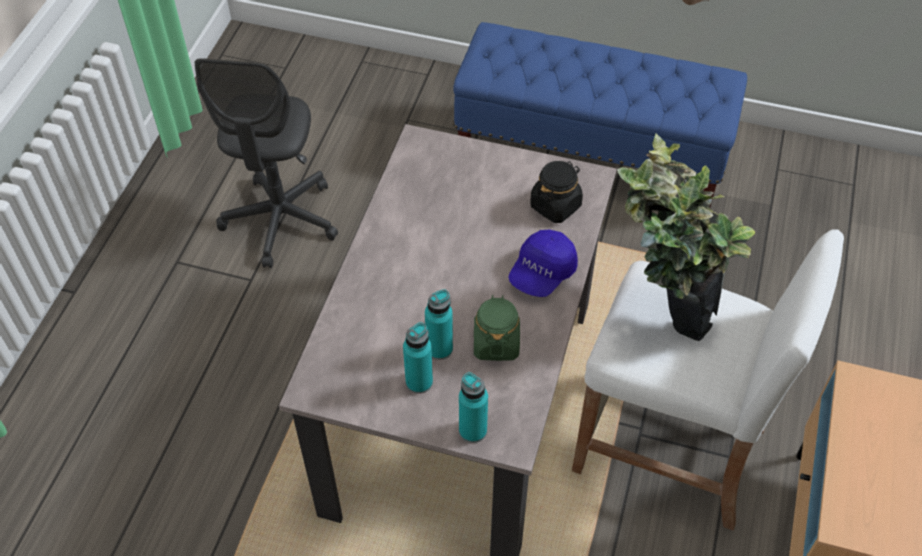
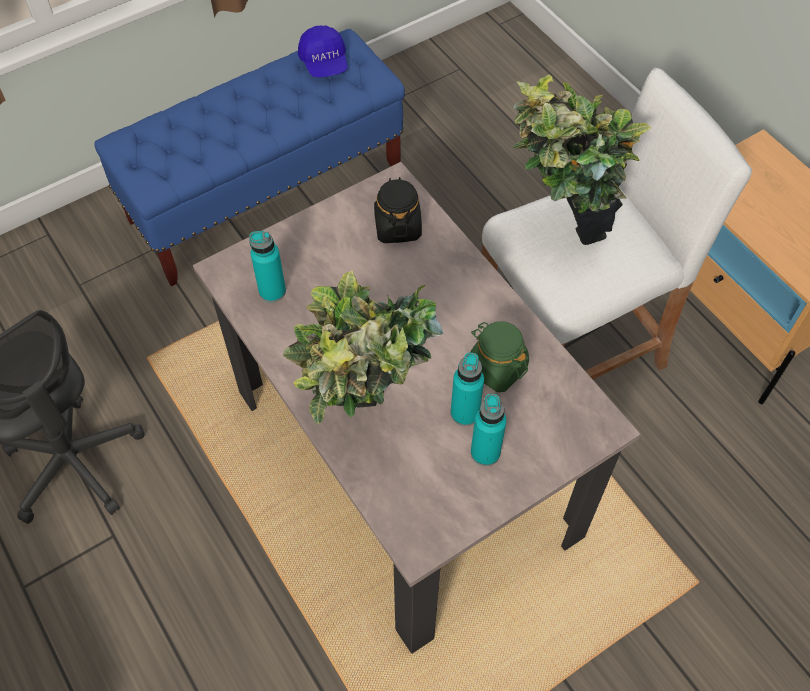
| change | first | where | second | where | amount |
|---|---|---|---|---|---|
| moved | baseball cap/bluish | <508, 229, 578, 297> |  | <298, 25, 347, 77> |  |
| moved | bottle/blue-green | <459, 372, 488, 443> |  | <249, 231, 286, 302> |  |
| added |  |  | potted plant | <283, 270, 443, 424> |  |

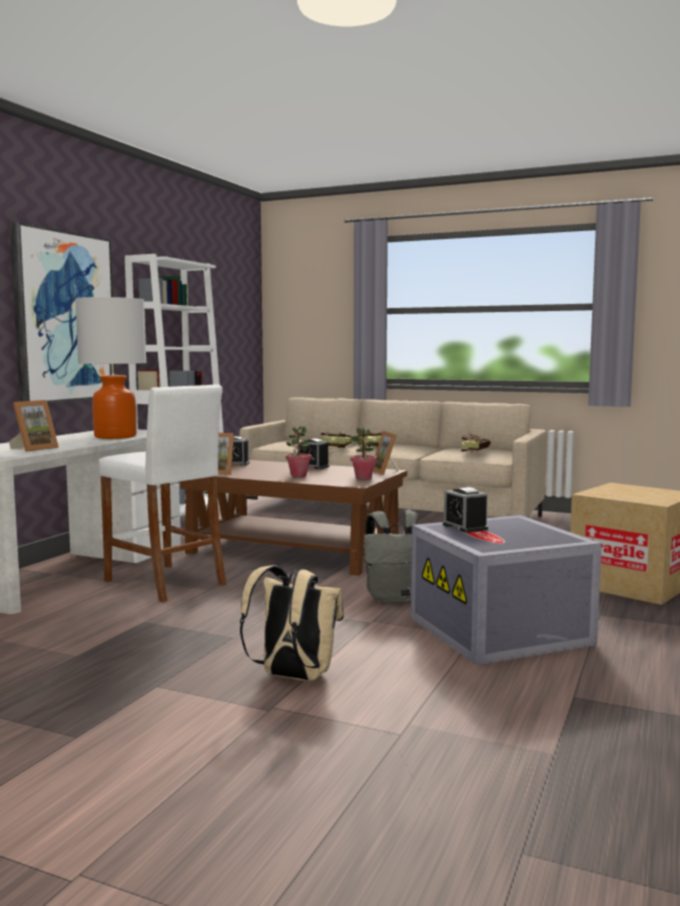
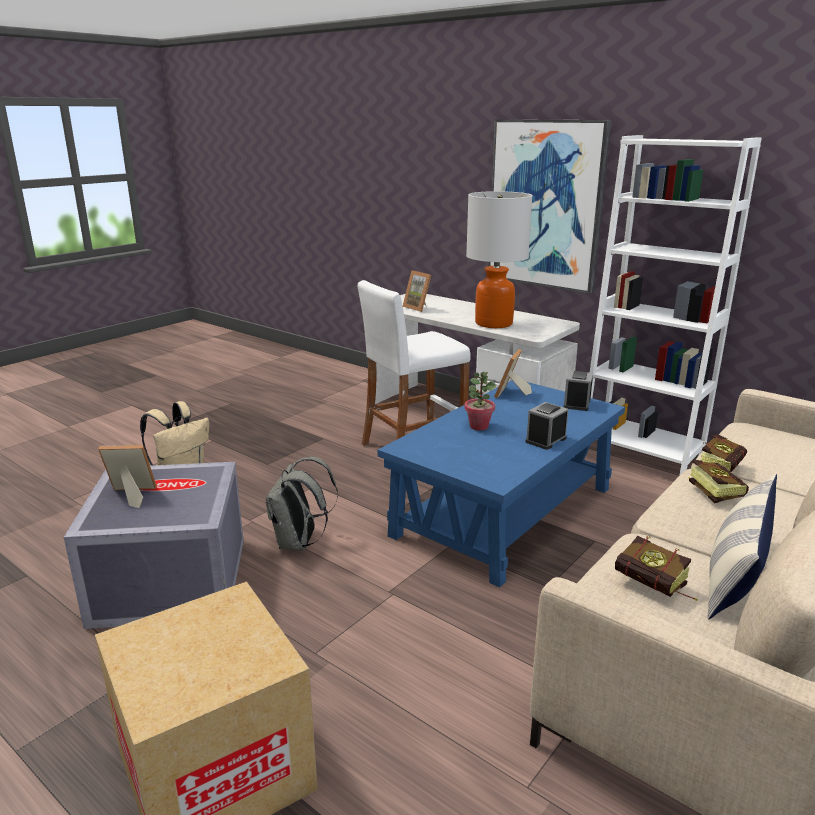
| change | first | where | second | where | amount |
|---|---|---|---|---|---|
| removed | potted plant | <350, 428, 377, 479> |  |  |  |
| moved | photo frame | <373, 431, 399, 475> |  | <98, 445, 157, 508> |  |
| recoloured | lounge table/brownish | <180, 460, 407, 576> | lounge table/bluish | <378, 380, 625, 588> |  |
| removed | table clock | <443, 487, 488, 533> |  |  |  |
| added |  |  | throw pillow | <708, 474, 777, 619> |  |

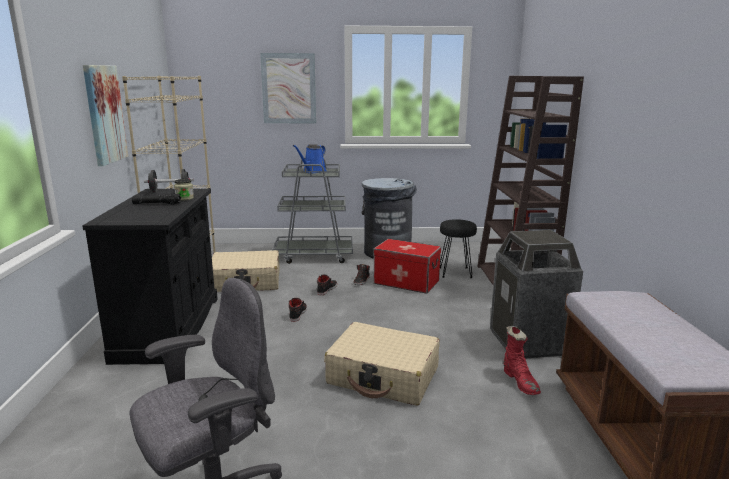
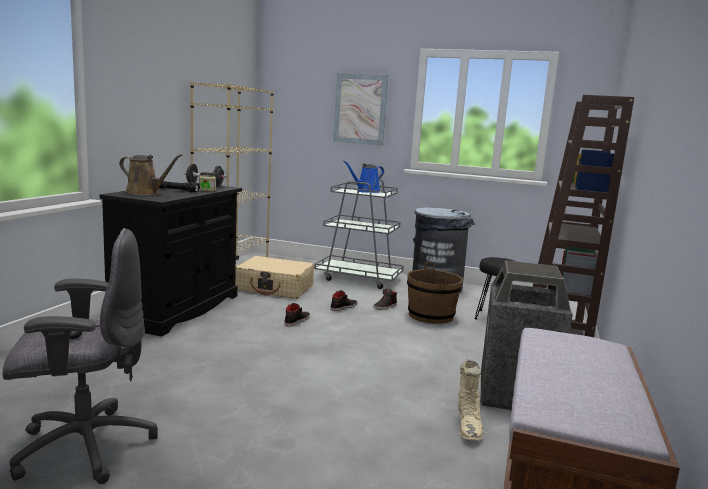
| change | first | where | second | where | amount |
|---|---|---|---|---|---|
| removed | picture | <83, 65, 128, 166> |  |  |  |
| replaced | storage bin | <373, 239, 441, 294> | pail/brownish | <407, 262, 463, 324> |  |
| removed | suitcase/beige | <324, 322, 440, 406> |  |  |  |
| recoloured | boot/red-coloured | <503, 326, 541, 395> | boot/beige | <458, 359, 483, 441> |  |
| added |  |  | watering pot/brownish | <119, 154, 182, 195> |  |

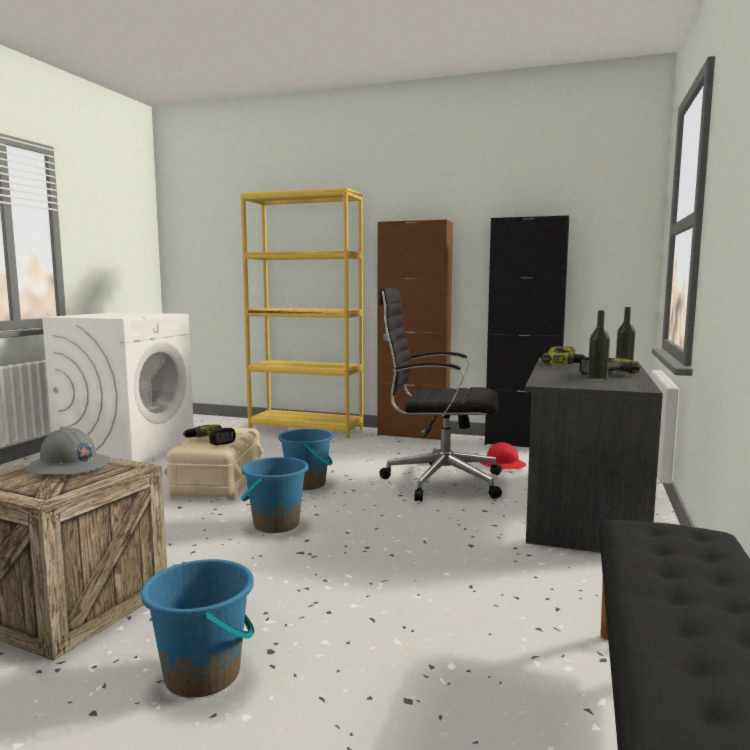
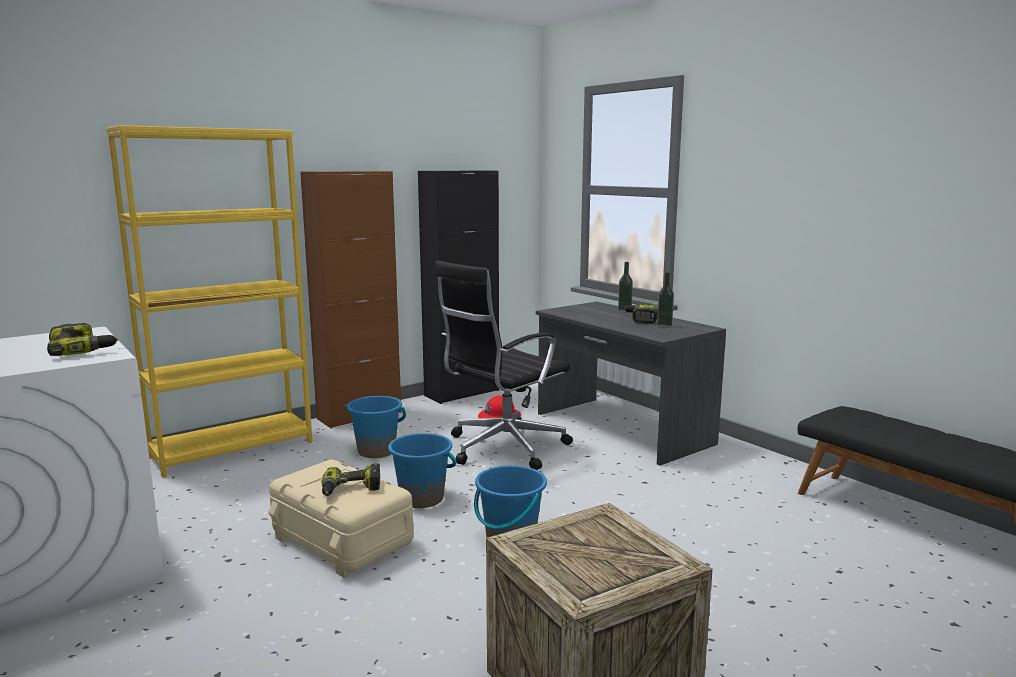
| change | first | where | second | where | amount |
|---|---|---|---|---|---|
| moved | electric drill | <542, 346, 586, 364> |  | <47, 323, 118, 356> |  |
| removed | work helmet/gray | <26, 428, 111, 476> |  |  |  |
| moved | pail/bluish | <141, 559, 255, 698> |  | <345, 396, 406, 458> |  |

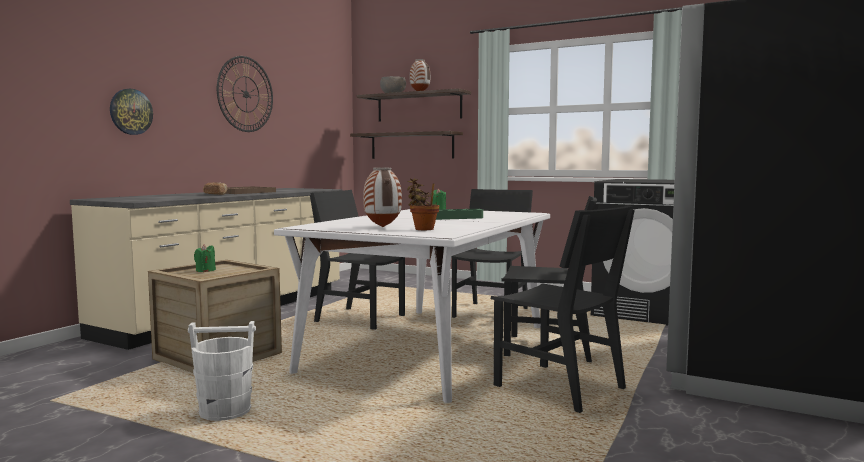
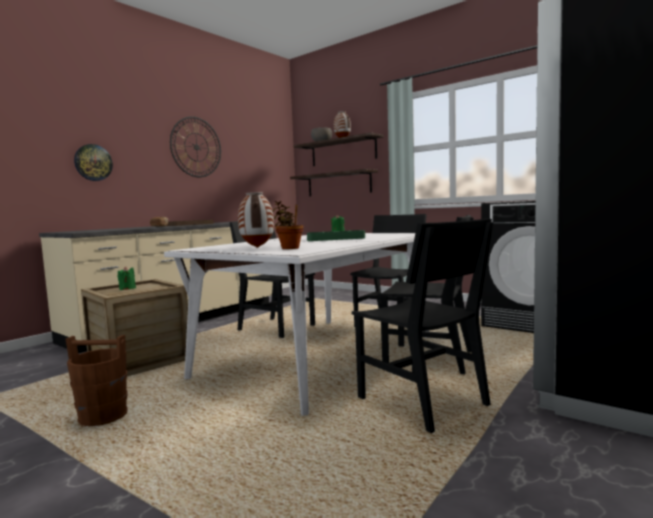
| change | first | where | second | where | amount |
|---|---|---|---|---|---|
| recoloured | pail/white-coloured | <188, 321, 256, 421> | pail/brownish | <66, 335, 128, 426> |  |

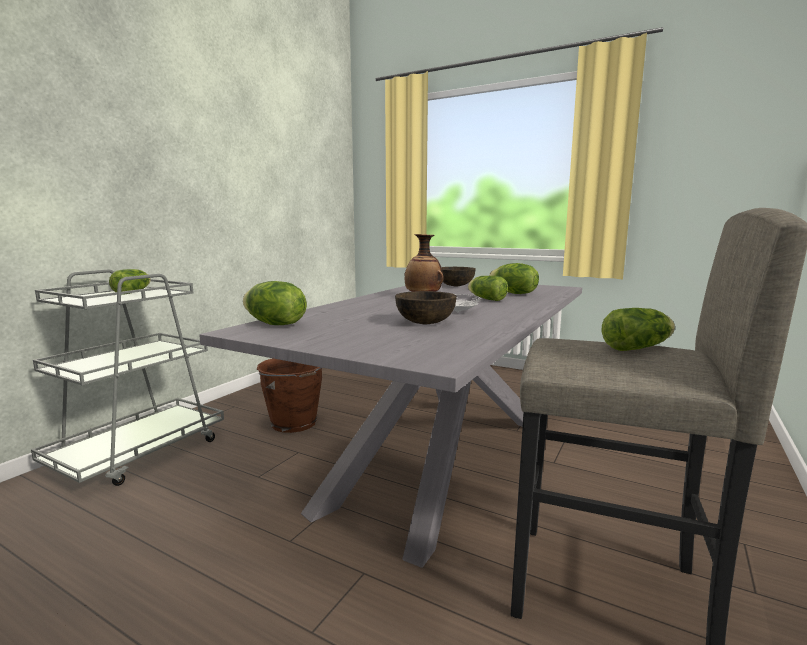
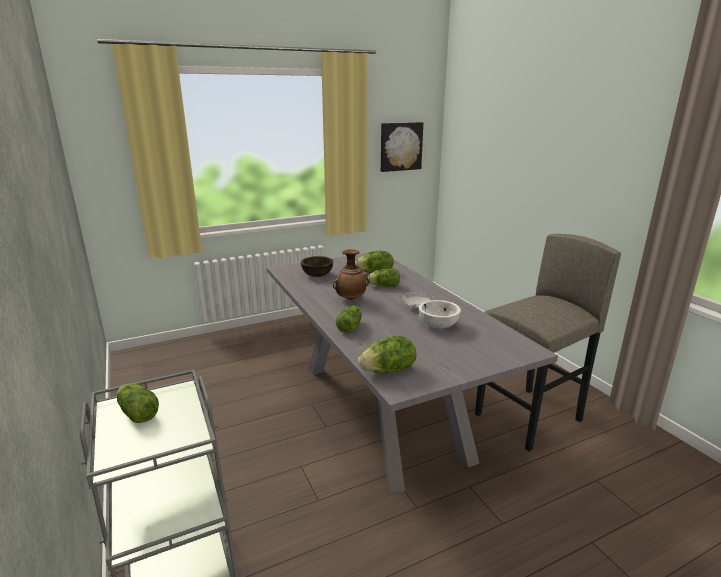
| change | first | where | second | where | amount |
|---|---|---|---|---|---|
| recoloured | deep dish/brownish | <395, 291, 457, 324> | deep dish/white-coloured | <419, 300, 461, 329> |  |
| moved | lettuce | <602, 308, 675, 351> |  | <336, 305, 362, 333> |  |
| removed | pail/brownish | <257, 358, 322, 433> |  |  |  |
| added |  |  | picture | <381, 122, 423, 172> |  |

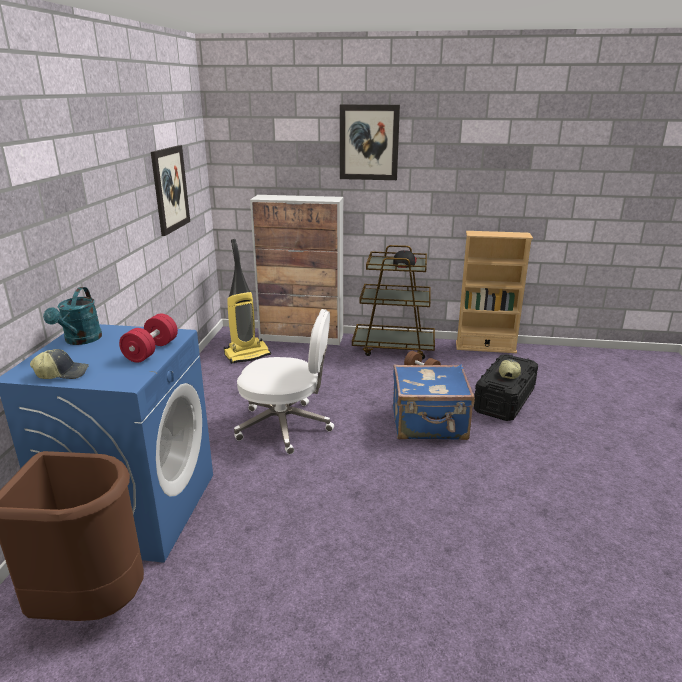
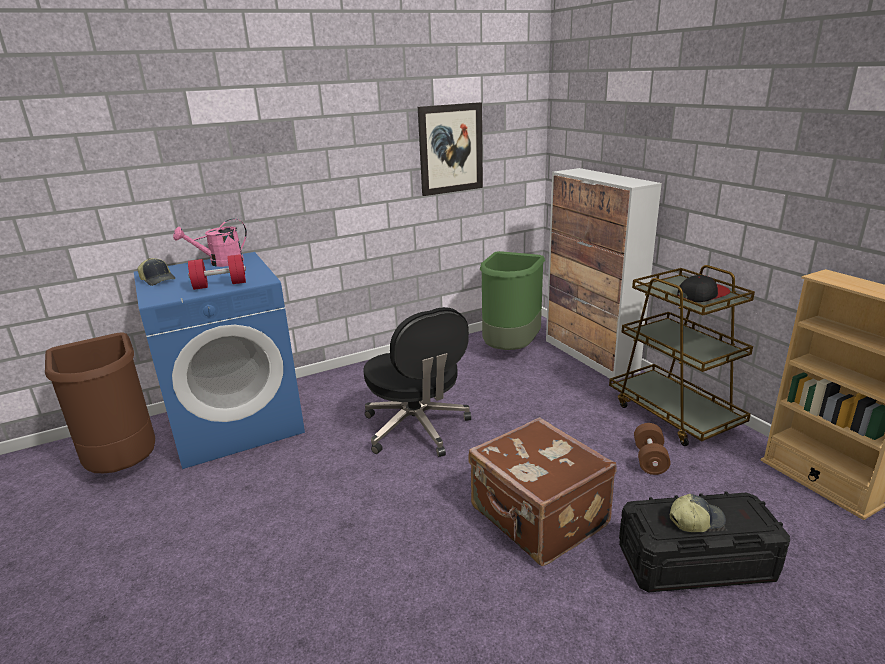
| change | first | where | second | where | amount |
|---|---|---|---|---|---|
| removed | picture | <340, 104, 400, 180> |  |  |  |
| replaced | vacuum | <224, 239, 271, 364> | waste bin/green-coloured | <480, 251, 545, 350> |  |
| recoloured | watering pot/blue-green | <43, 287, 102, 345> | watering pot/pink-coloured | <173, 218, 247, 267> |  |
| recoloured | computer chair/white-coloured | <234, 309, 334, 454> | computer chair/black | <363, 307, 471, 457> |  |
| recoloured | suitcase/bluish | <393, 364, 475, 440> | suitcase/brownish | <469, 417, 617, 566> |  |

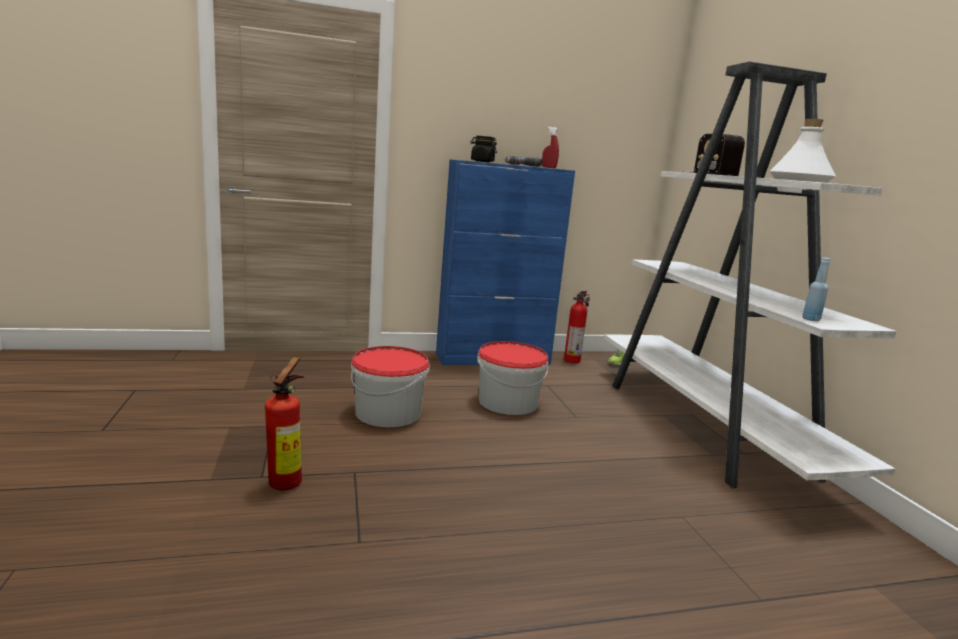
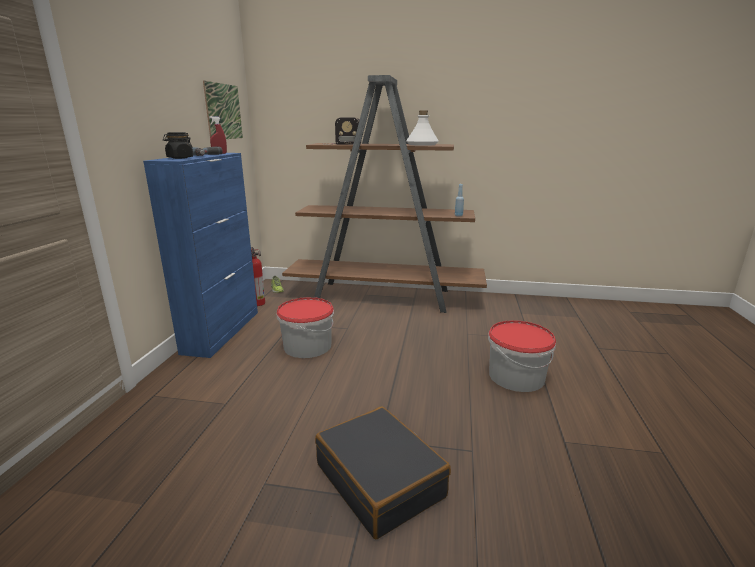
| change | first | where | second | where | amount |
|---|---|---|---|---|---|
| recoloured | bookshelf/white-coloured | <604, 62, 897, 488> | bookshelf/brownish | <282, 75, 487, 313> |  |
| moved | pail | <351, 346, 430, 427> |  | <488, 320, 556, 392> |  |
| replaced | extinguisher | <265, 357, 304, 490> | suitcase/black | <315, 406, 451, 539> |  |
| added |  |  | picture | <203, 81, 243, 139> |  |

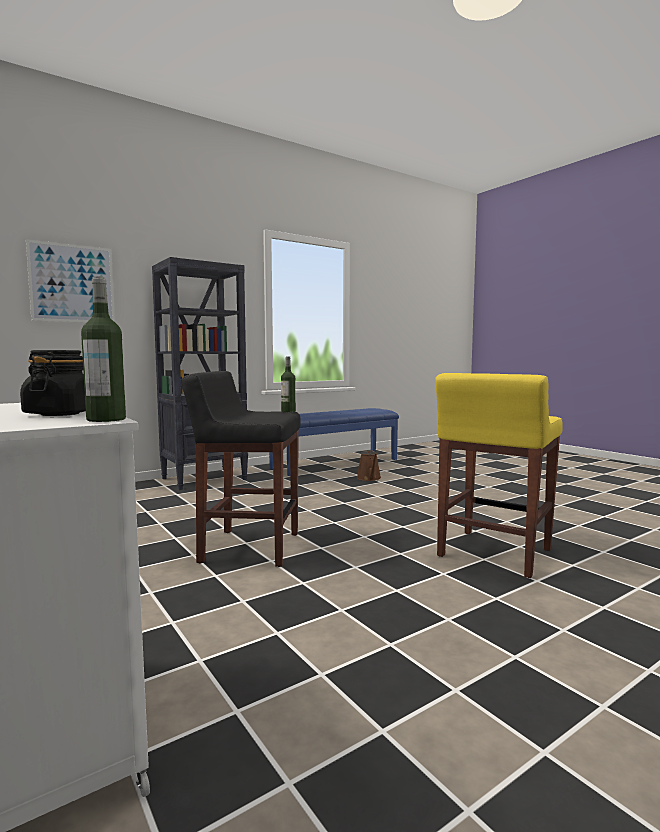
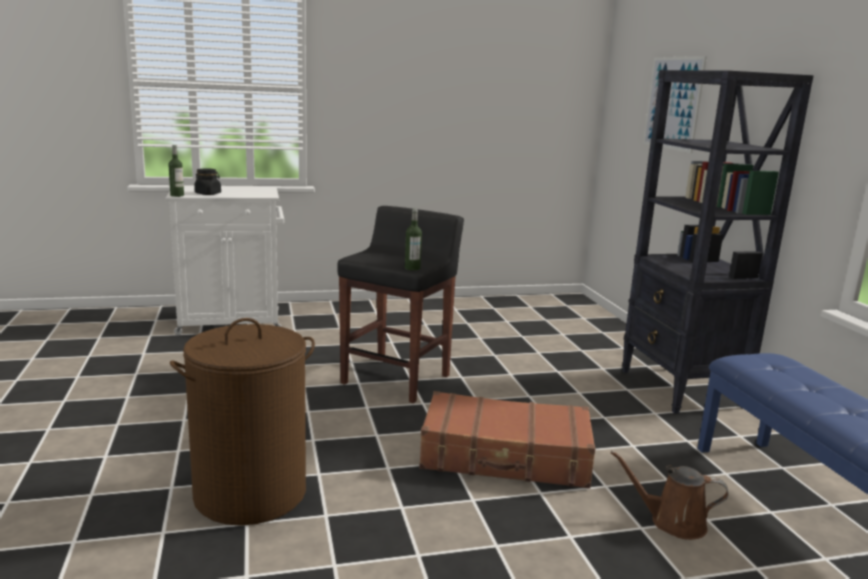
| change | first | where | second | where | amount |
|---|---|---|---|---|---|
| replaced | stool/yellow-coloured | <435, 373, 563, 578> | washing basket/brownish | <170, 318, 315, 526> |  |
| added |  |  | suitcase/brownish | <419, 391, 595, 489> |  |

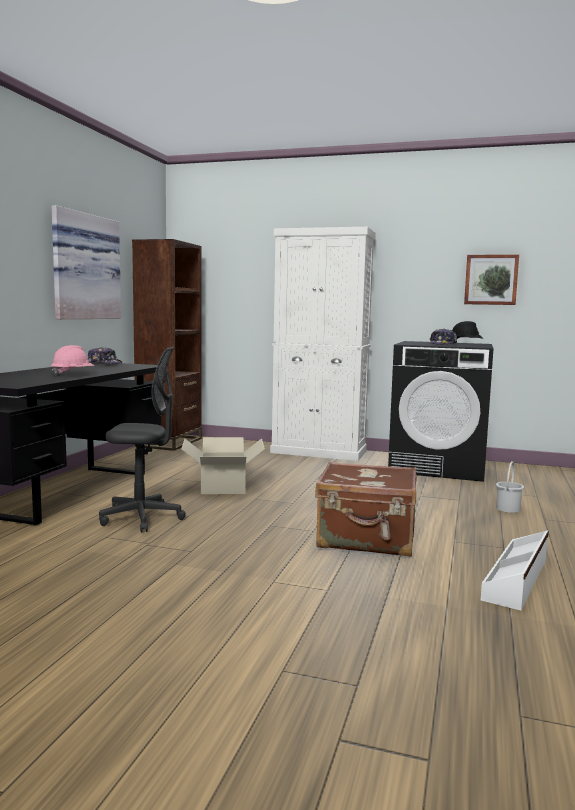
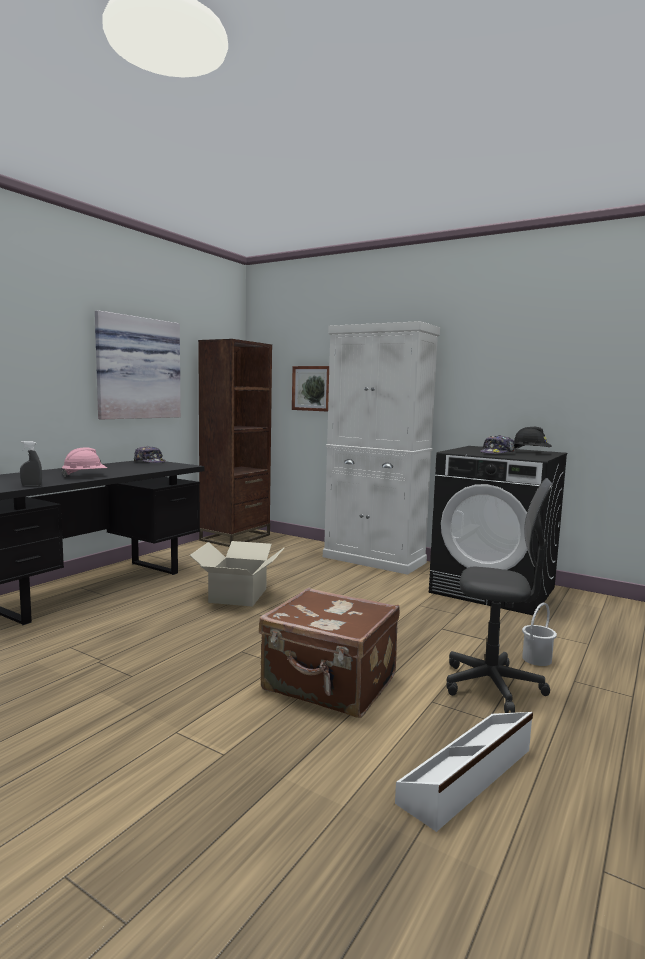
| change | first | where | second | where | amount |
|---|---|---|---|---|---|
| moved | picture | <464, 254, 519, 305> |  | <292, 366, 329, 412> |  |
| moved | computer chair/gray | <99, 347, 186, 532> |  | <447, 478, 553, 713> |  |
| added |  |  | hand sprayer/gray | <20, 441, 42, 486> |  |

